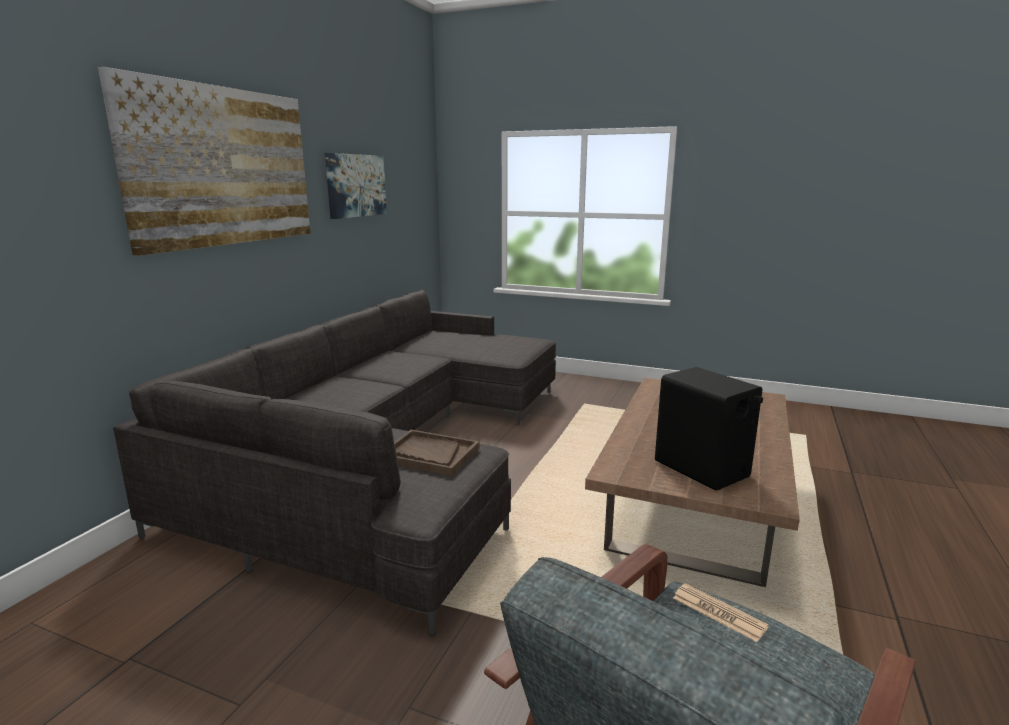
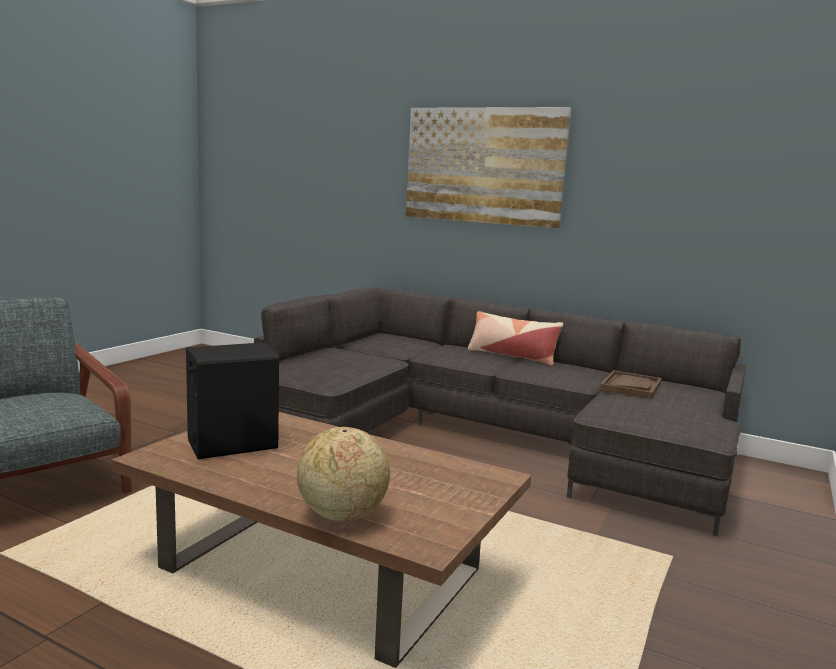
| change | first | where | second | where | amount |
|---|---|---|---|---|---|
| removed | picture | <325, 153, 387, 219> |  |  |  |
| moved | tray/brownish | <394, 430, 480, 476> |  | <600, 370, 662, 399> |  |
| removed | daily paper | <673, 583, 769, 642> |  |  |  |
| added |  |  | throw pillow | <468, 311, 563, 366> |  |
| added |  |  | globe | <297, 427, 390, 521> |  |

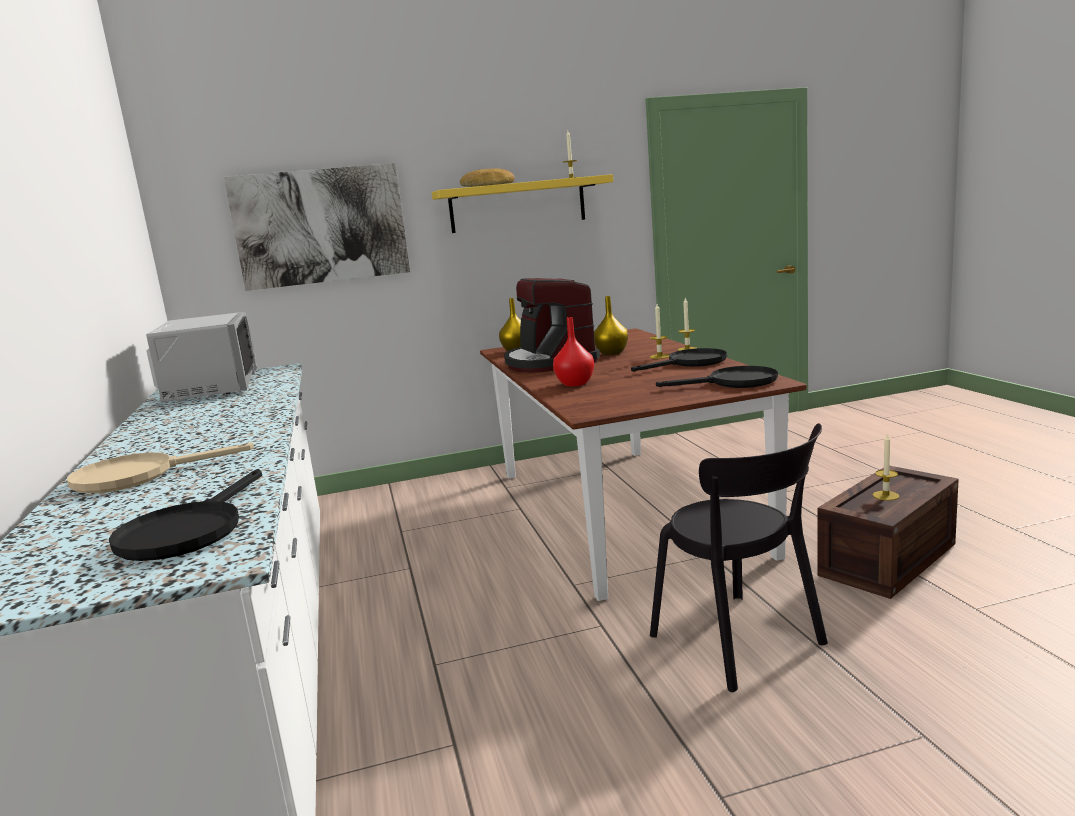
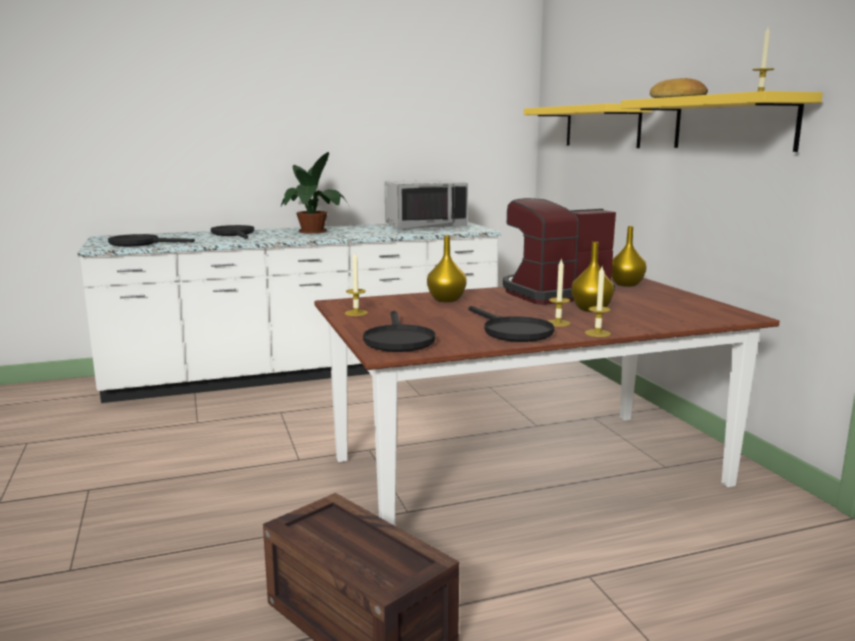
| change | first | where | second | where | amount |
|---|---|---|---|---|---|
| replaced | picture | <224, 163, 410, 291> | bracket shelf/yellow-coloured | <524, 104, 652, 148> |  |
| recoloured | vase/red-coloured | <553, 317, 594, 387> | vase/yellow-coloured | <427, 236, 467, 302> |  |
| removed | upright chair/black | <650, 423, 828, 692> |  |  |  |
| moved | wax light | <873, 433, 899, 501> |  | <345, 253, 368, 316> |  |
| recoloured | frying pan/beige | <67, 443, 254, 493> | frying pan/black | <211, 225, 254, 239> |  |
| added |  |  | potted plant | <281, 152, 348, 234> |  |

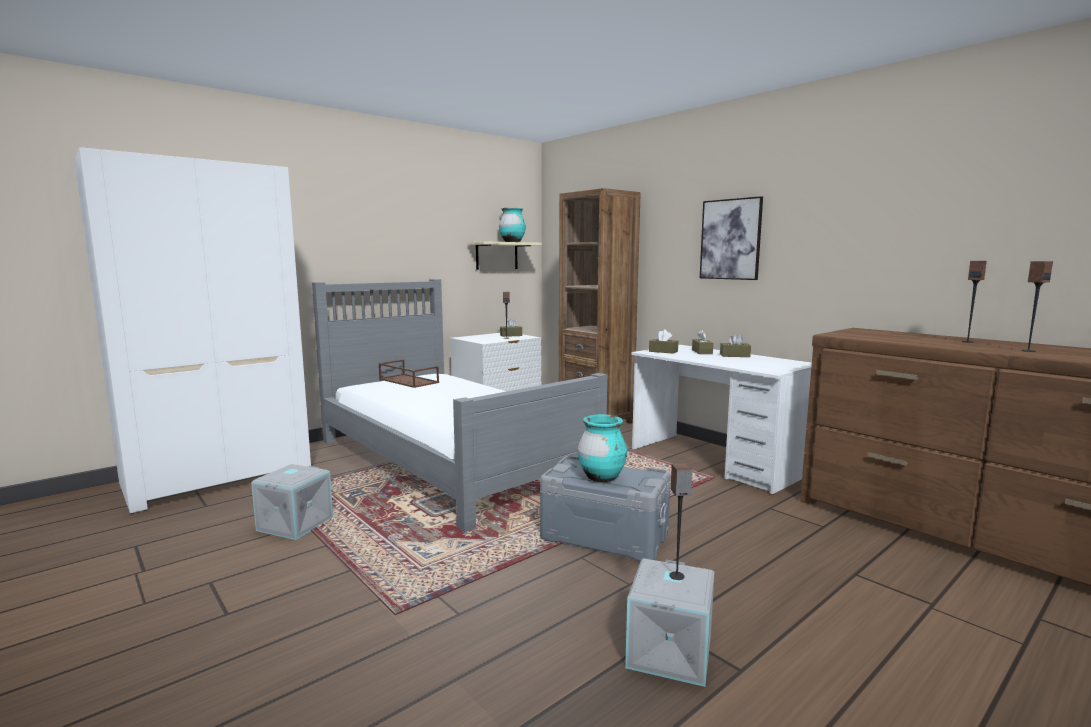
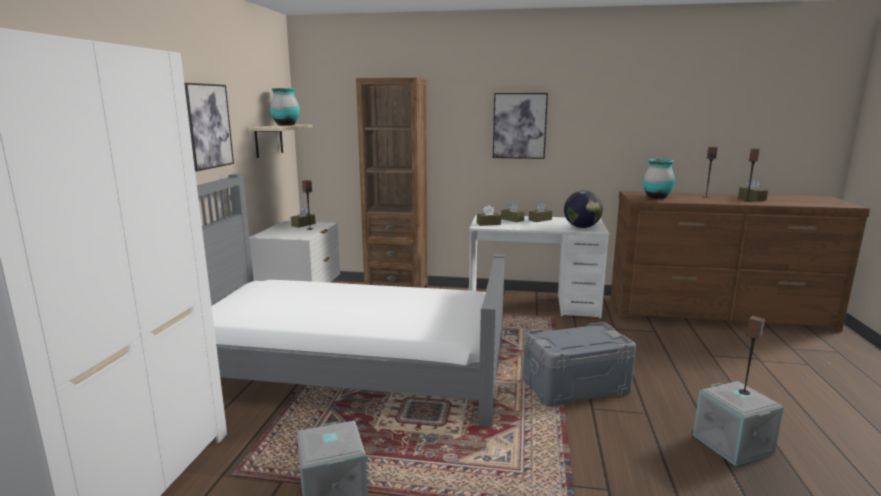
| change | first | where | second | where | amount |
|---|---|---|---|---|---|
| removed | tray/brownish | <378, 360, 439, 388> |  |  |  |
| moved | vase/blue-green | <578, 414, 627, 482> |  | <643, 159, 675, 199> |  |
| added |  |  | picture | <184, 83, 234, 171> |  |
| added |  |  | box of tissues/brownish | <738, 179, 768, 201> |  |
| added |  |  | globe | <564, 191, 603, 228> |  |

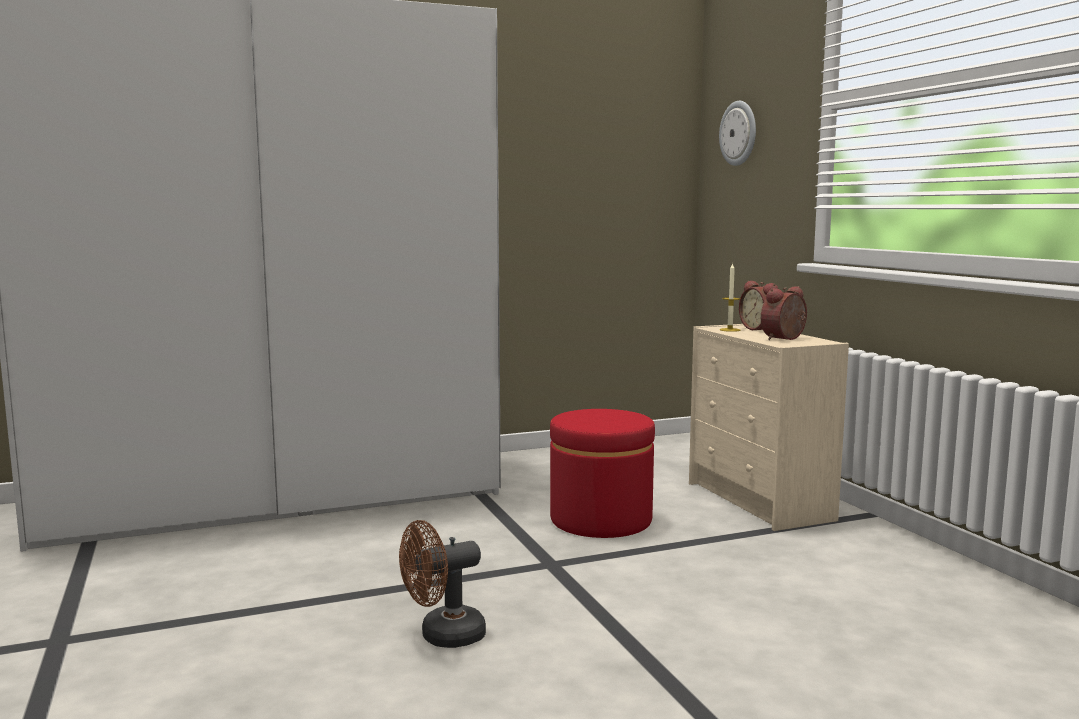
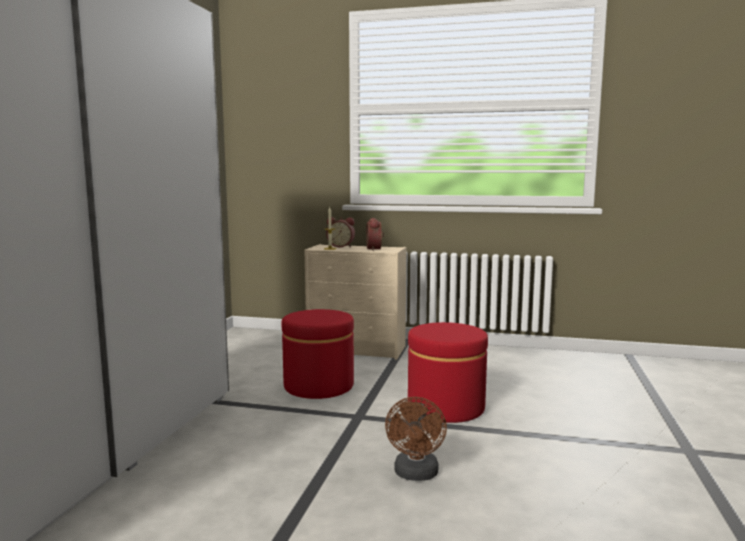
| change | first | where | second | where | amount |
|---|---|---|---|---|---|
| removed | hanging clock | <719, 101, 756, 166> |  |  |  |
| added |  |  | ottoman/red-coloured | <408, 322, 488, 423> |  |

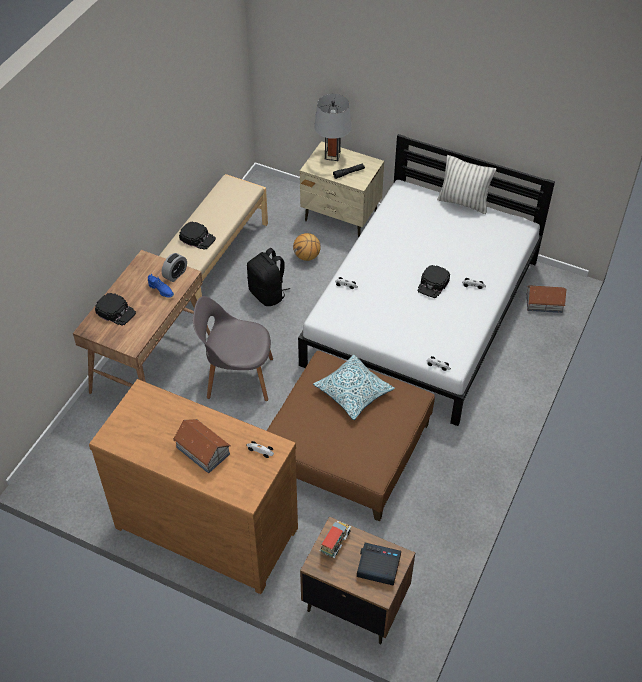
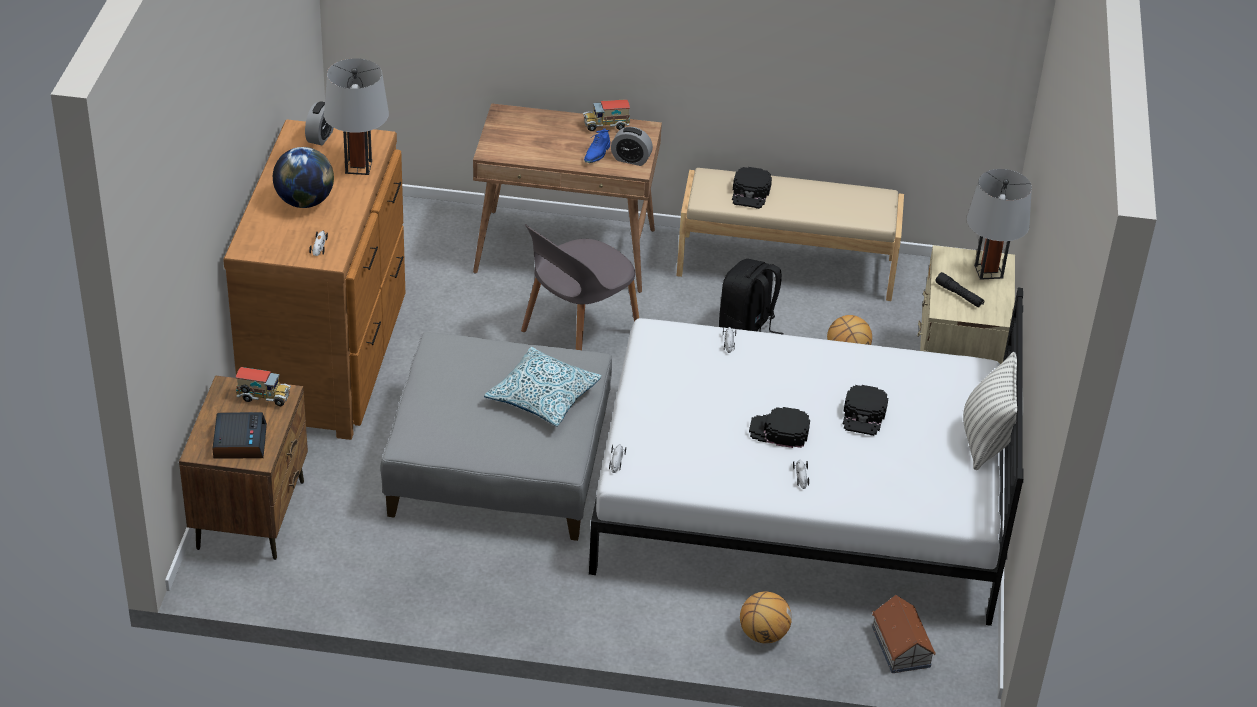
| change | first | where | second | where | amount |
|---|---|---|---|---|---|
| moved | baseball cap/black | <95, 293, 136, 326> |  | <843, 385, 888, 436> |  |
| turned | upright chair/gray | <193, 296, 273, 401> |  | <521, 224, 639, 350> | 120 degrees counterclockwise |
| recoloured | ottoman/brownish | <266, 351, 435, 521> | ottoman/gray | <380, 332, 612, 541> |  |
| replaced | miniature house | <173, 419, 231, 473> | globe | <273, 147, 334, 208> |  |
| added |  |  | tabletop lamp/gray | <324, 58, 389, 175> |  |
| added |  |  | toy truck | <583, 99, 630, 131> |  |
| added |  |  | table clock | <305, 101, 334, 146> |  |
| added |  |  | ball for basketball | <740, 591, 792, 643> |  |

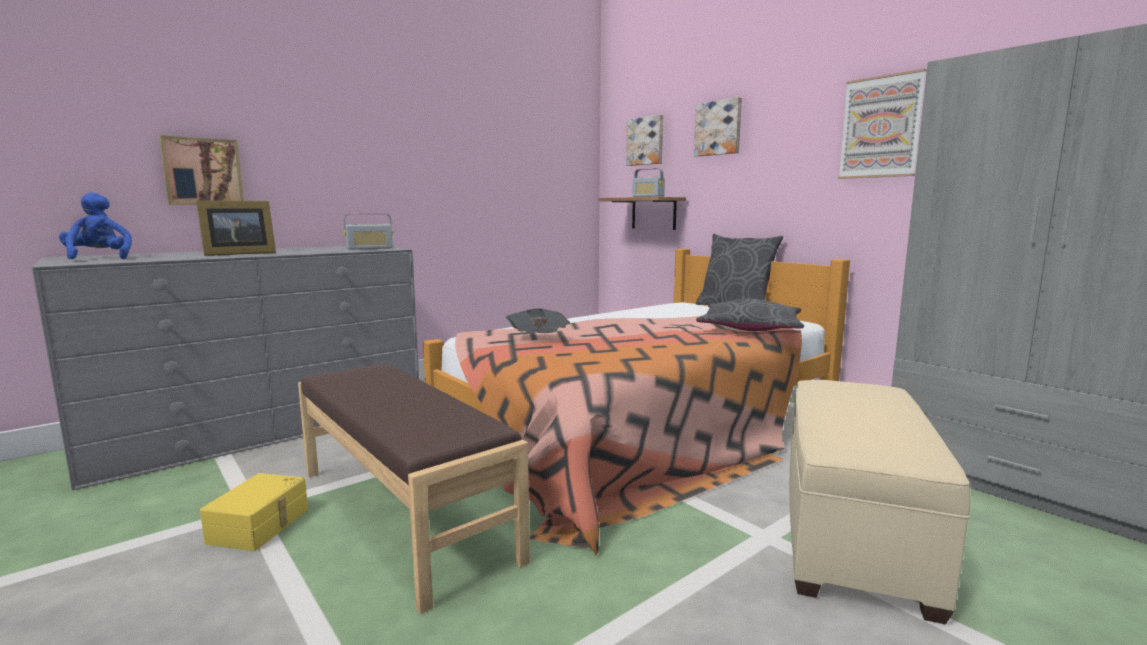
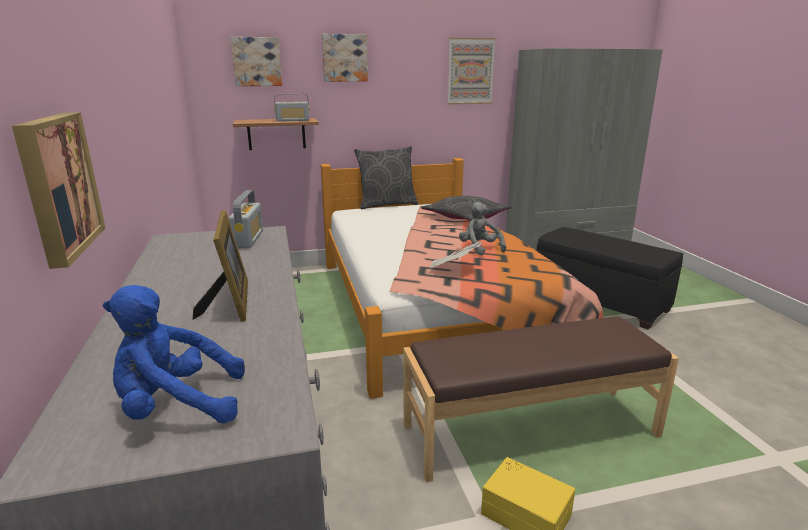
| change | first | where | second | where | amount |
|---|---|---|---|---|---|
| recoloured | ottoman/beige | <789, 380, 970, 624> | ottoman/black | <536, 227, 683, 329> |  |
| added |  |  | cuddly toy/gray | <459, 202, 506, 256> |  |

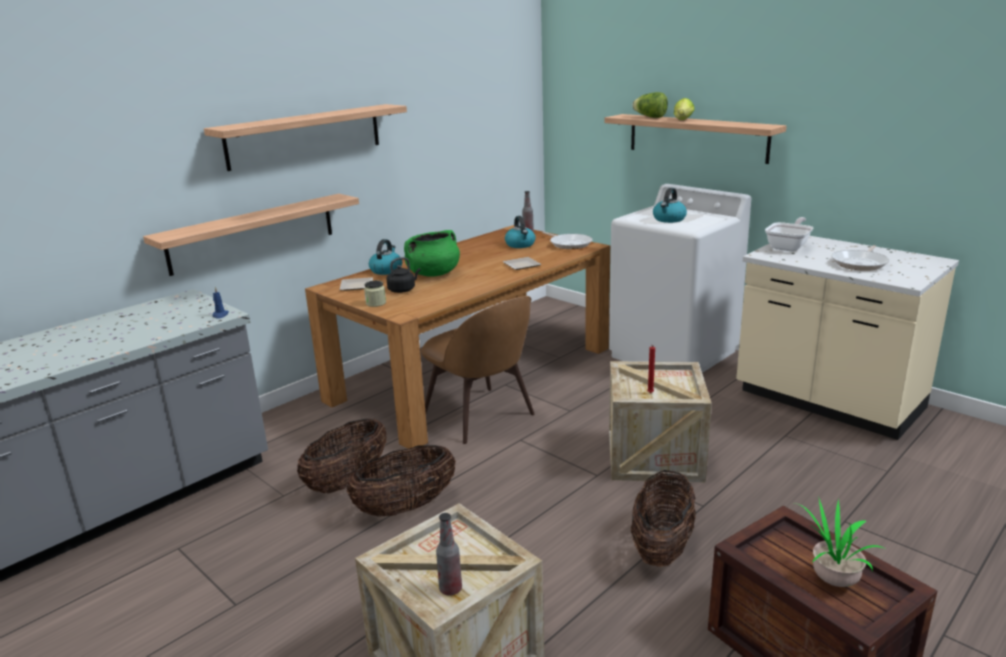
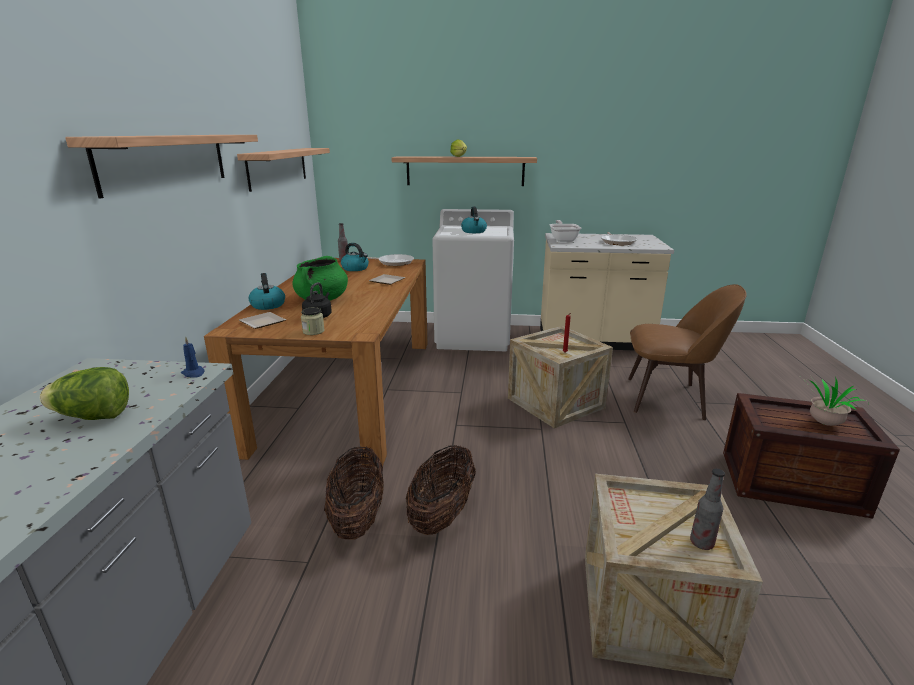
| change | first | where | second | where | amount |
|---|---|---|---|---|---|
| moved | lettuce | <632, 92, 668, 118> |  | <40, 367, 129, 420> |  |
| moved | bracket shelf | <143, 194, 359, 276> |  | <237, 148, 330, 192> |  |
| moved | upright chair/brownish | <421, 296, 535, 444> |  | <628, 284, 747, 420> |  |
| removed | storage basket | <631, 470, 696, 567> |  |  |  |

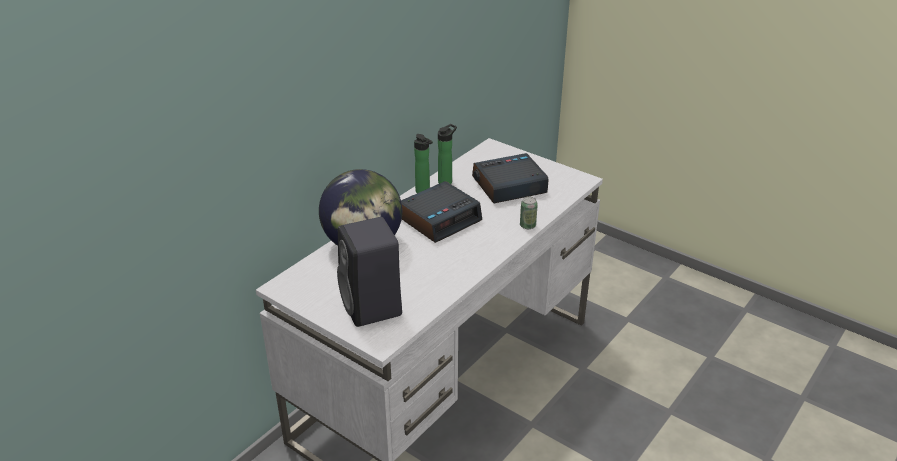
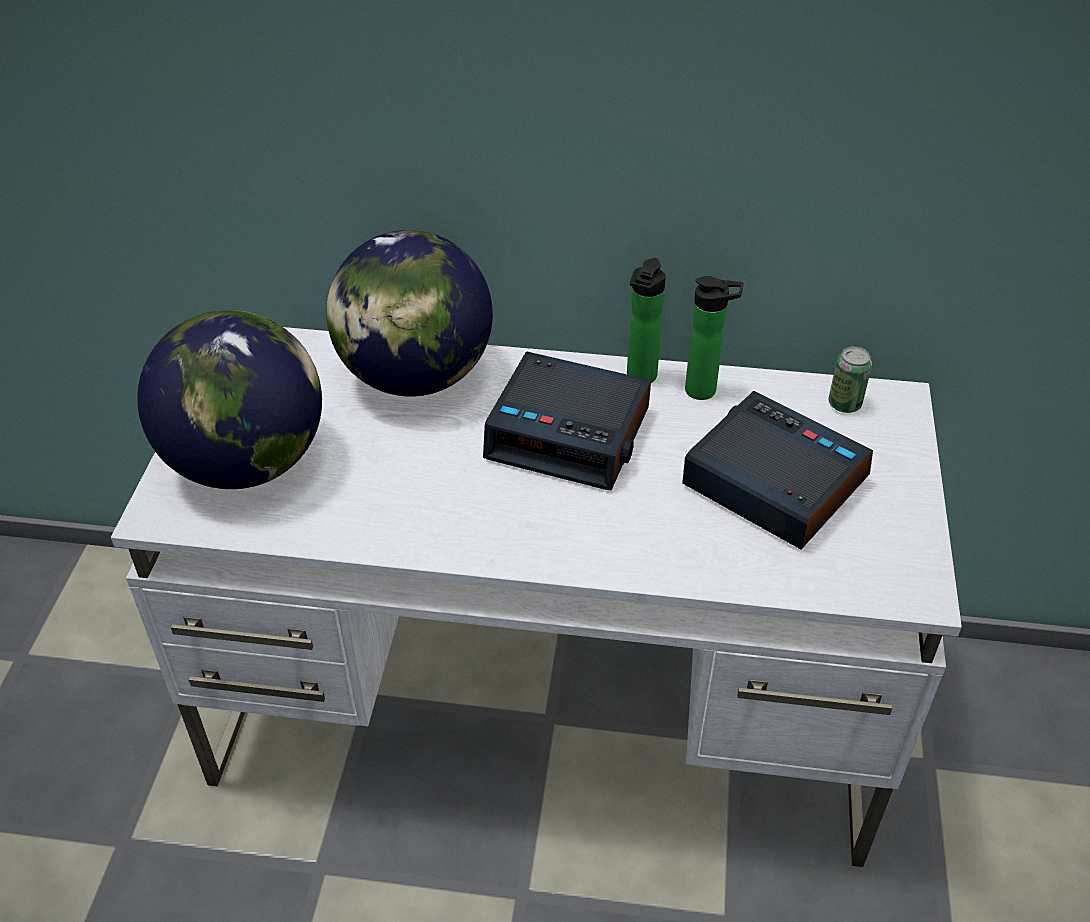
| change | first | where | second | where | amount |
|---|---|---|---|---|---|
| moved | sealed can | <520, 196, 538, 229> |  | <828, 346, 872, 413> |  |
| replaced | speaker/black | <337, 217, 402, 327> | globe | <137, 310, 322, 489> |  |

